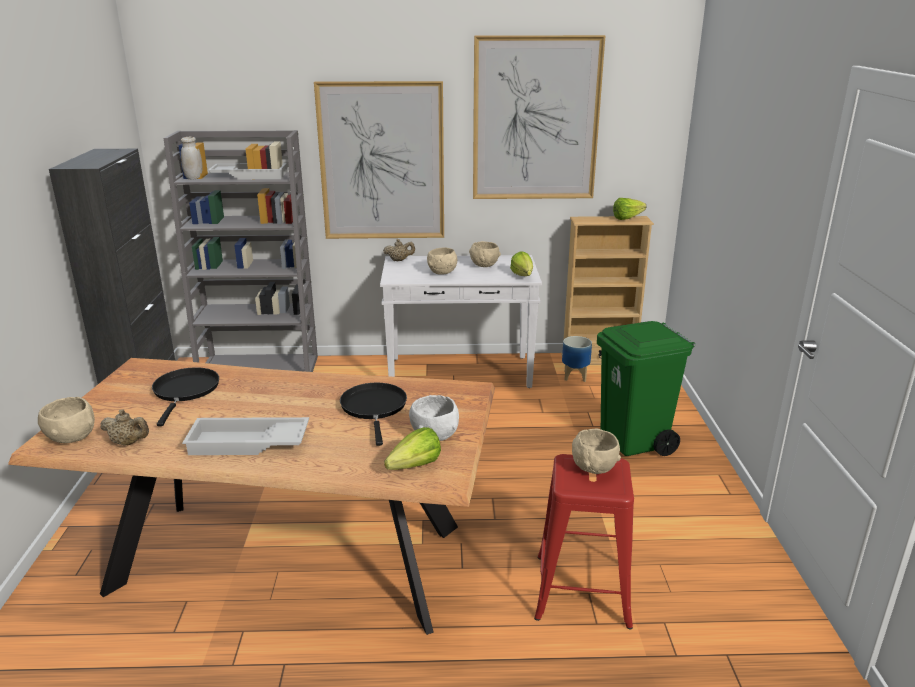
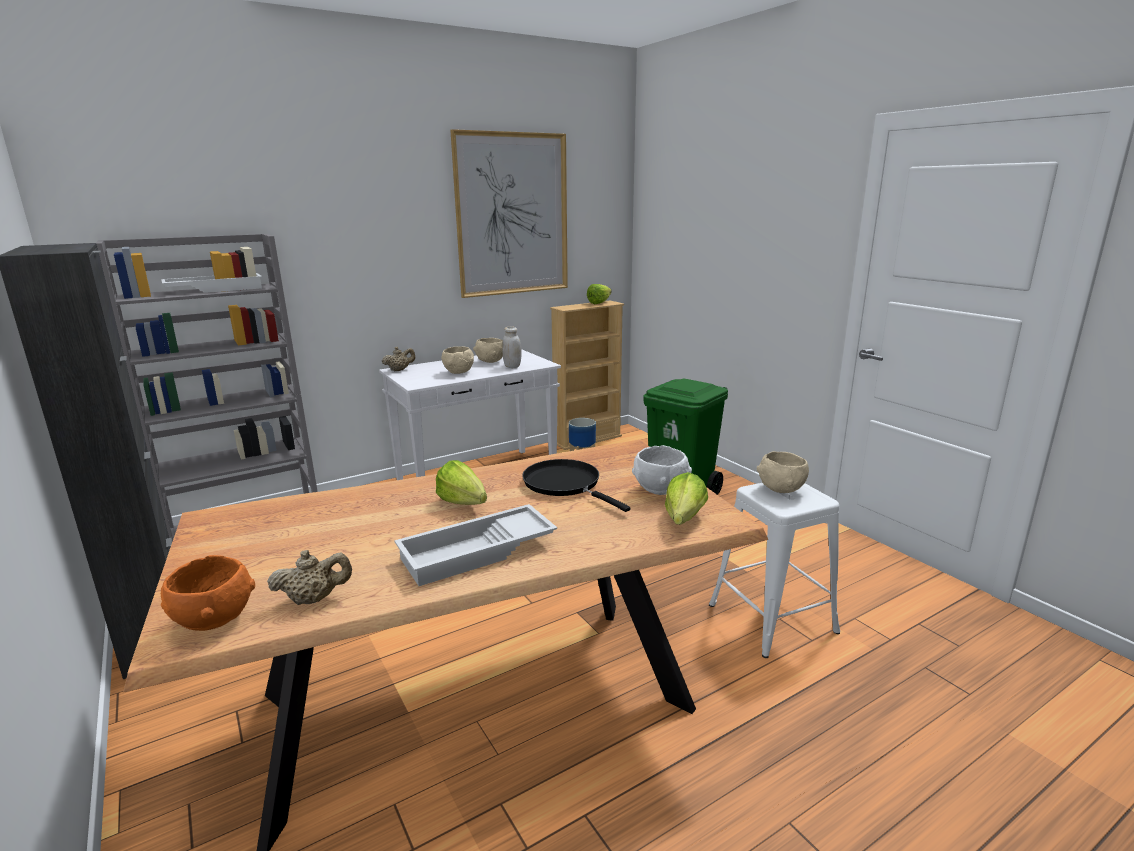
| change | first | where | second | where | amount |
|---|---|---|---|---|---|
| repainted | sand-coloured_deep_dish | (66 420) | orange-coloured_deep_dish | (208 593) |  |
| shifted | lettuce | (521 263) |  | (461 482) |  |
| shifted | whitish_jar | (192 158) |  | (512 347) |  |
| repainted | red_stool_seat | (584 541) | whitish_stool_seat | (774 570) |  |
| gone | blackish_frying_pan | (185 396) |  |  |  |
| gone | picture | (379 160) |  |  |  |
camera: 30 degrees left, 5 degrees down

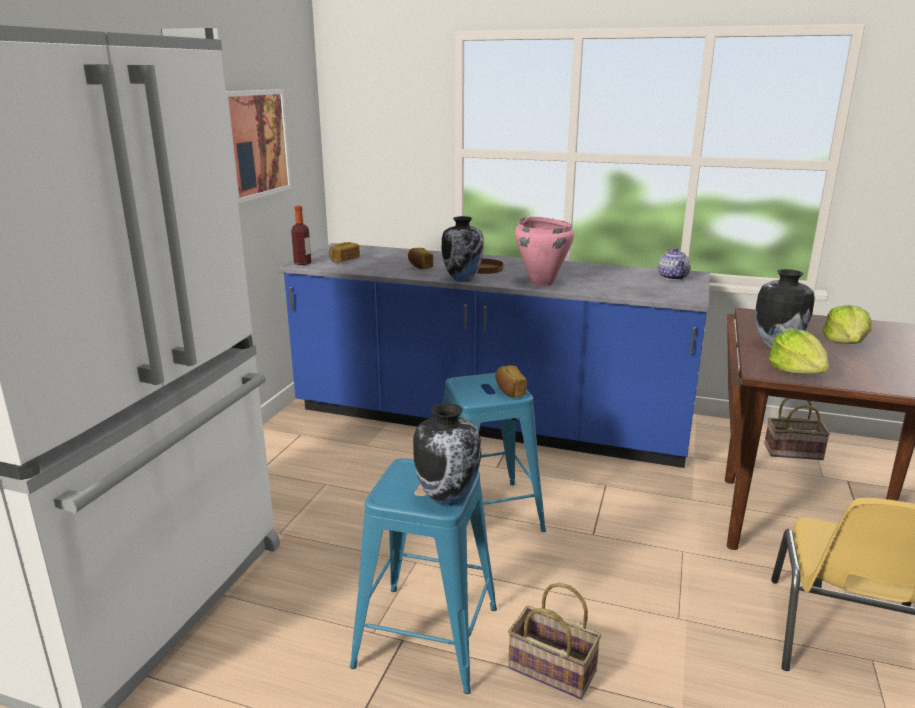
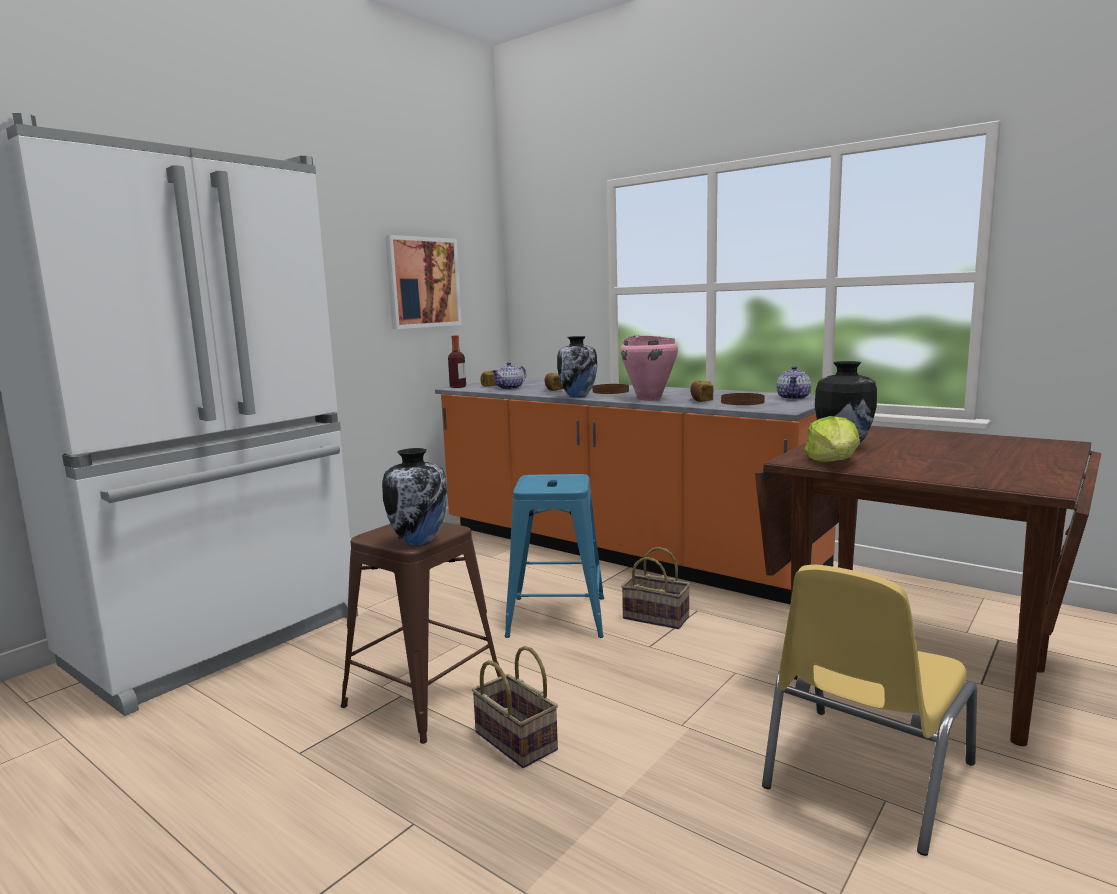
| change | first | where | second | where | amount |
|---|---|---|---|---|---|
| repainted | blue-coloured_stool_seat | (423 576) | brown_stool_seat | (421 633) |  |
| repainted | blue-coloured_kitchen_base_unit | (494 355) | orange-coloured_kitchen_base_unit | (635 492) |  |
| new |  |  | pot_for_tea | (509 376) |  |
| shifted | household_basket | (797 429) |  | (655 588) |  |
| shifted | bakery_bread | (511 381) |  | (701 391) |  |
| new |  |  | brown_flat_dish | (743 399) |  |
| gone | lettuce | (846 324) |  |  |  |
camera: 20 degrees right, 10 degrees down

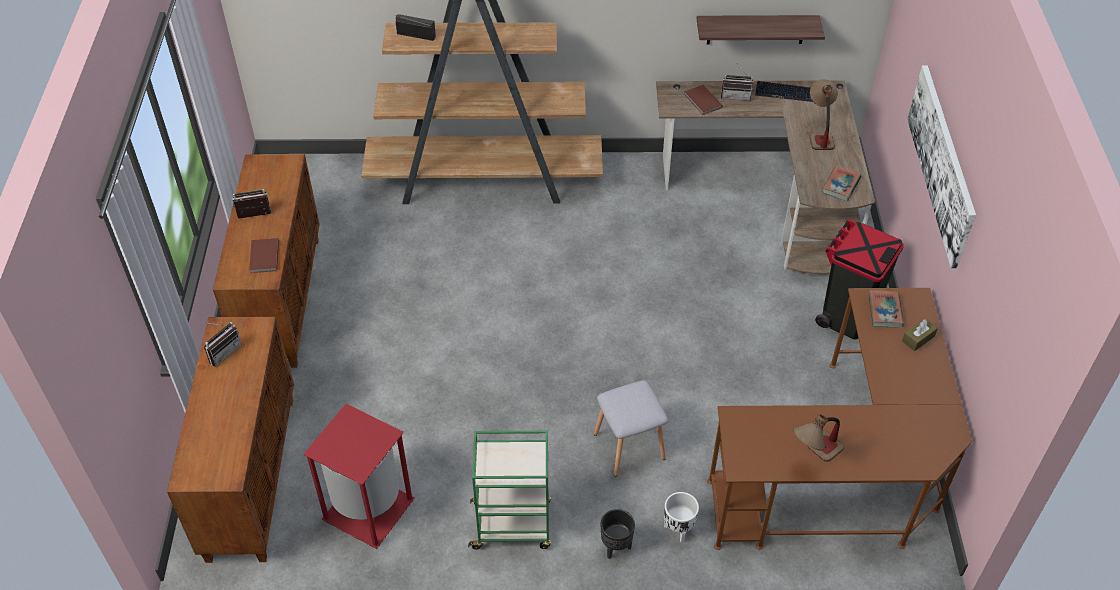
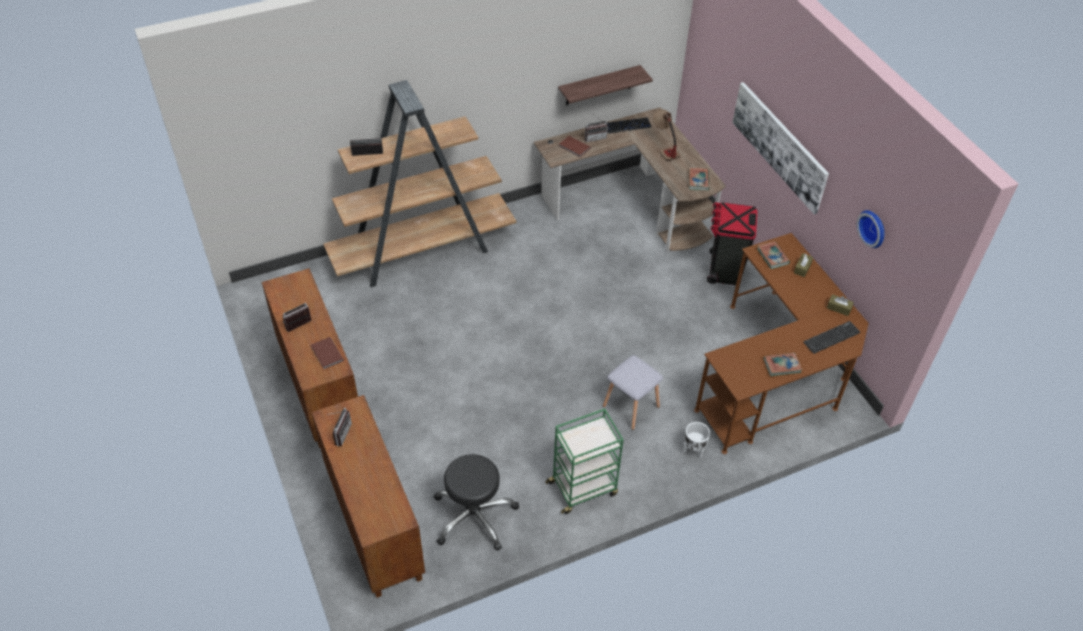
| change | first | where | second | where | amount |
|---|---|---|---|---|---|
| swapped | red_waste_bin | (359 476) | blackish_stool_seat | (476 502) |  |
| swapped | lamp_for_a_table | (818 438) | book | (783 364) |  |
| new |  |  | PC_keyboard | (831 337) |  |
| new |  |  | brown_tissue_box | (840 305) |  |
| new |  |  | wall_clock | (871 229) |  |
| gone | blackish_plant_pot | (618 534) |  |  |  |
camera: 25 degrees left, 0 degrees up

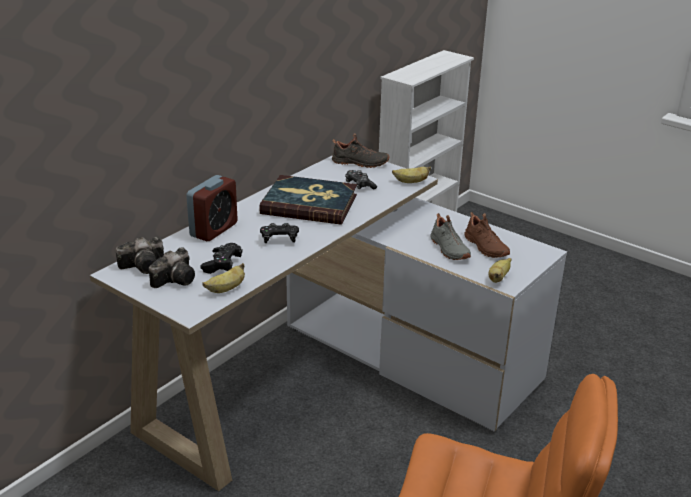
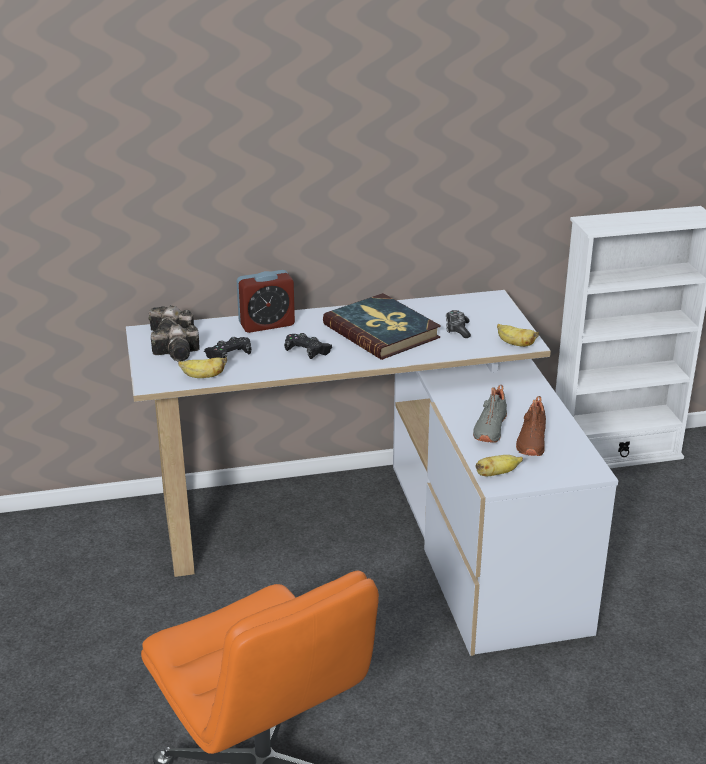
| change | first | where | second | where | amount |
|---|---|---|---|---|---|
| gone | blackish_low_shoe | (361 150) |  |  |  |
camera: 40 degrees right, 0 degrees up

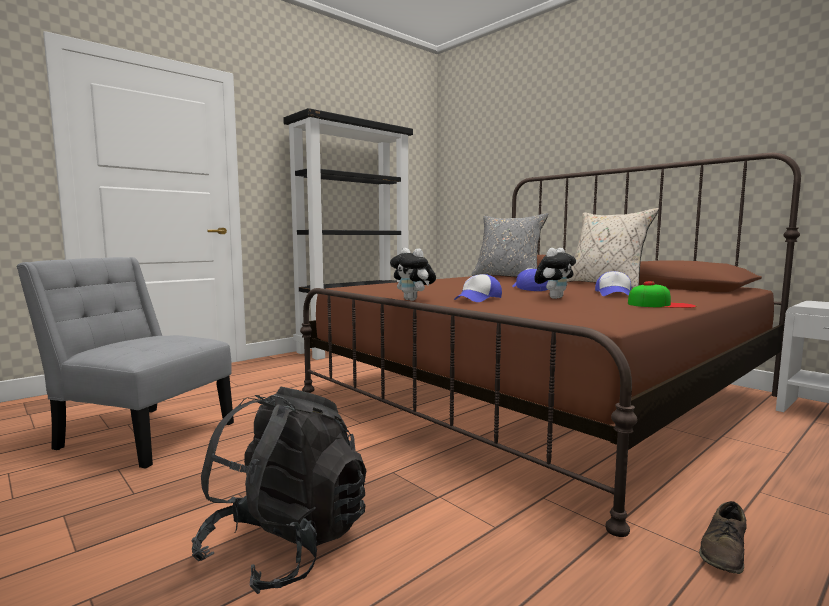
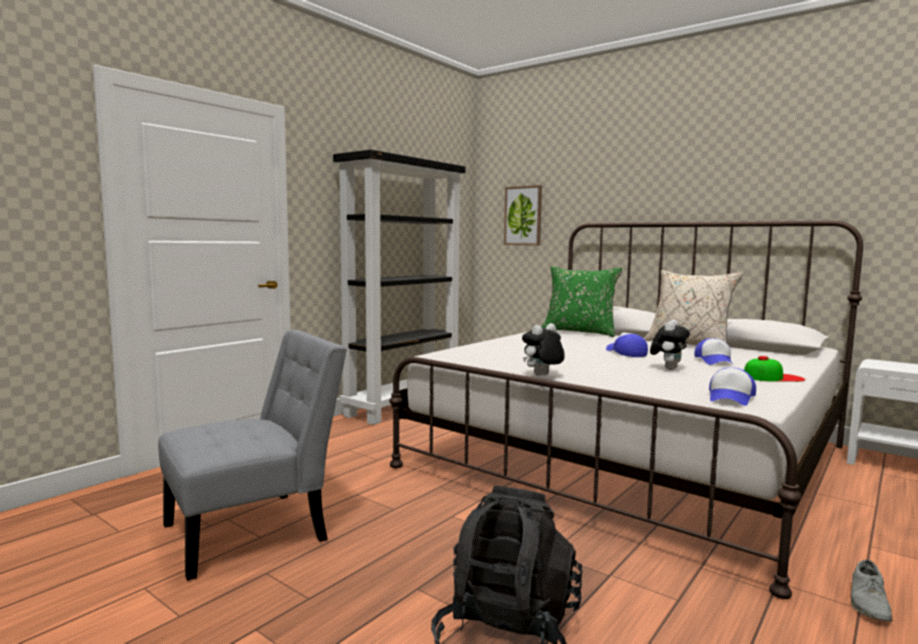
| change | first | where | second | where | amount |
|---|---|---|---|---|---|
| rotated | greyish_plain_chair | (125 363) |  | (252 455) | 135 degrees clockwise |
| repainted | brown_bedroom_bed | (550 345) | whitish_bedroom_bed | (626 410) |  |
| new |  |  | picture | (523 215) |  |
| rotated | soft_toy | (413 274) |  | (543 349) | 105 degrees clockwise |
| repainted | greyish_pillow | (510 245) | green-coloured_pillow | (582 301) |  |
| shifted | baseball_cap | (478 288) |  | (732 386) |  |
| repainted | brown_low_shoe | (723 537) | greyish_low_shoe | (871 590) |  |
camera: 10 degrees left, 0 degrees up

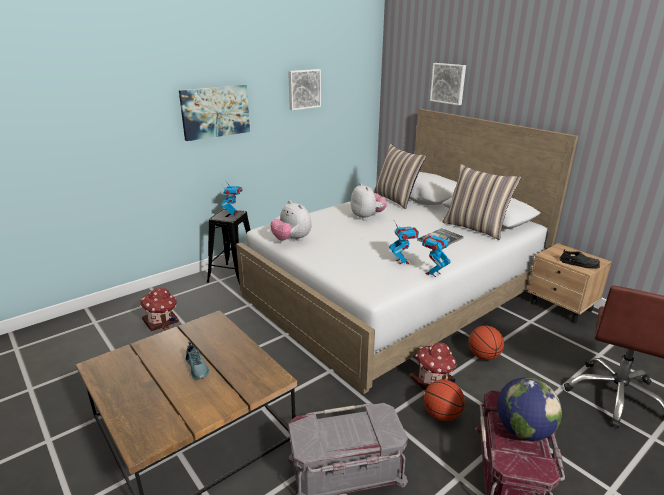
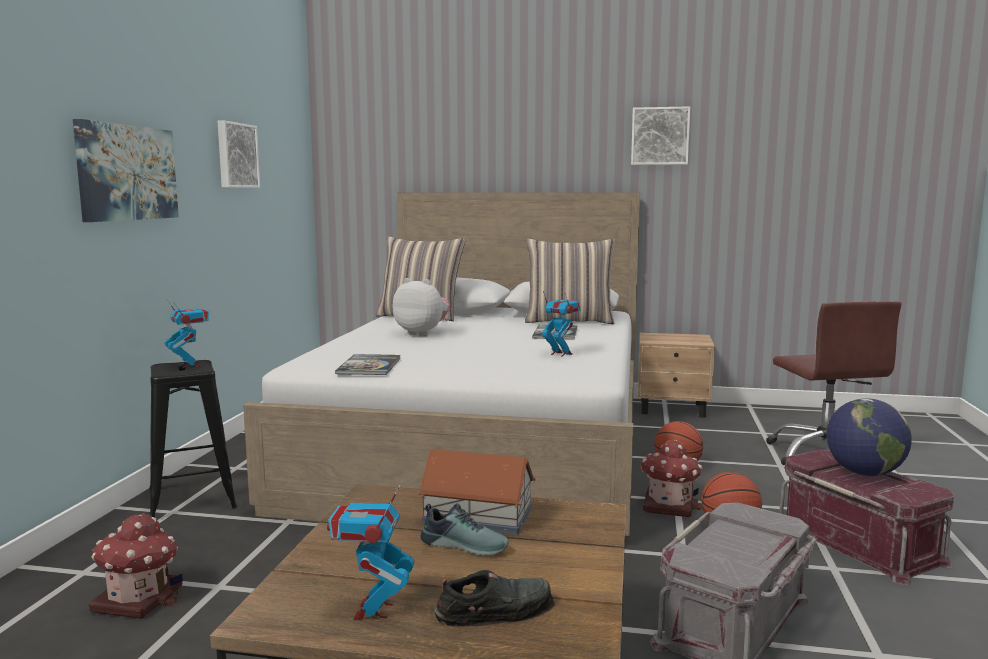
| change | first | where | second | where | amount |
|---|---|---|---|---|---|
| shifted | model_robot | (437 255) |  | (370 551) |  |
| swapped | soft_toy | (291 221) | book | (368 364) |  |
| new |  |  | toy_house | (477 492) |  |
| shifted | blackish_low_shoe | (579 259) |  | (495 598) |  |
| shifted | picture | (448 84) |  | (660 135) |  |
camera: 40 degrees left, 15 degrees down

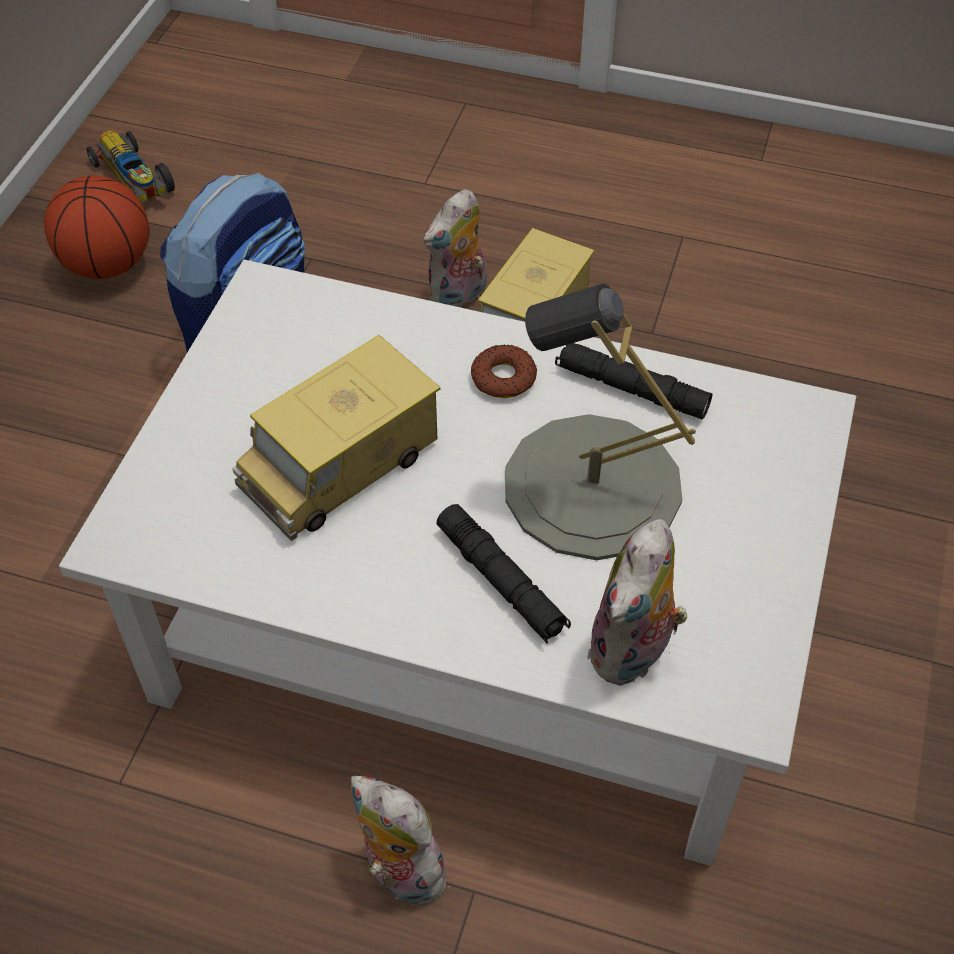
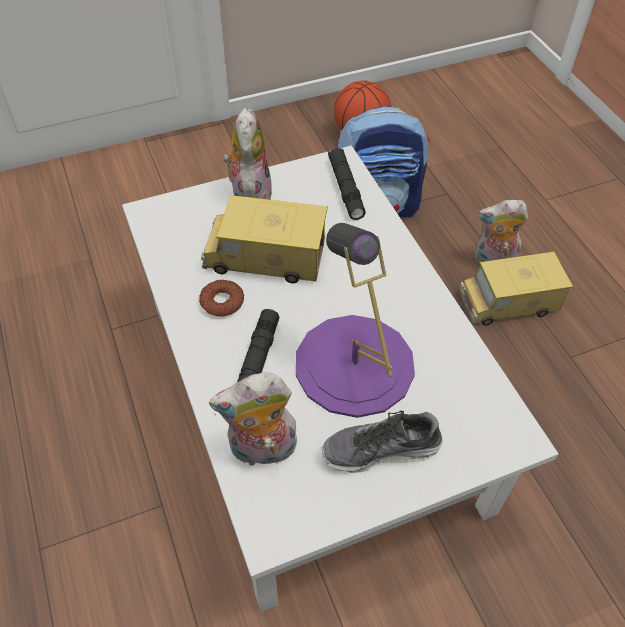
| change | first | where | second | where | amount |
|---|---|---|---|---|---|
| shifted | donut | (504 371) |  | (221 298) |  |
| shifted | soft_toy | (400 840) |  | (247 153) |  |
| repainted | greyish_lamp_for_a_table | (600 422) | purplish_lamp_for_a_table | (355 320) |  |
| new |  |  | low_shoe | (382 442) |  |
| shifted | blackish_flashlight | (634 381) |  | (347 184) |  |
| gone | model_car | (131 167) |  |  |  |
camera: 50 degrees right, 0 degrees up

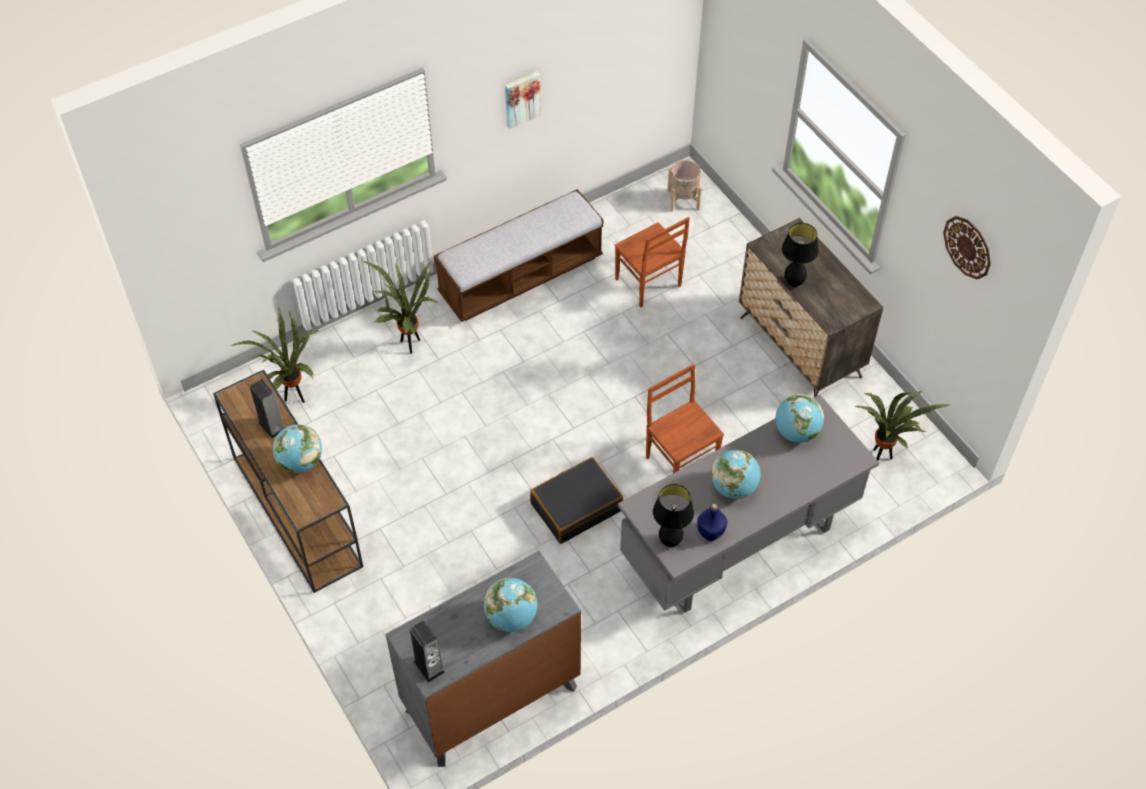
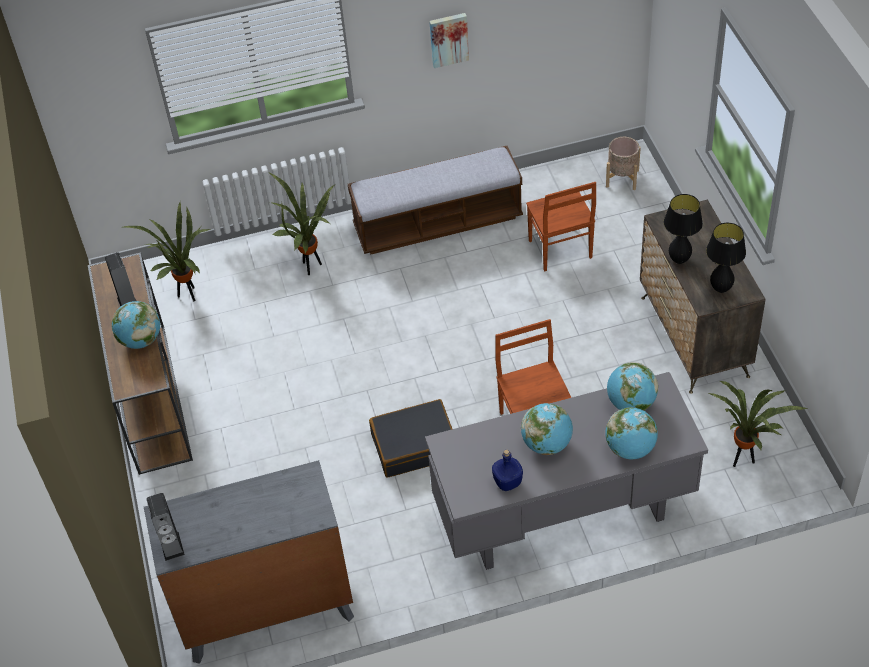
| change | first | where | second | where | amount |
|---|---|---|---|---|---|
| shifted | world_globe | (510 605) |  | (631 433) |  |
| shifted | blackish_lamp_for_a_table | (673 515) |  | (726 258) |  |
| gone | wall_clock | (967 247) |  |  |  |
camera: 20 degrees right, 5 degrees down

